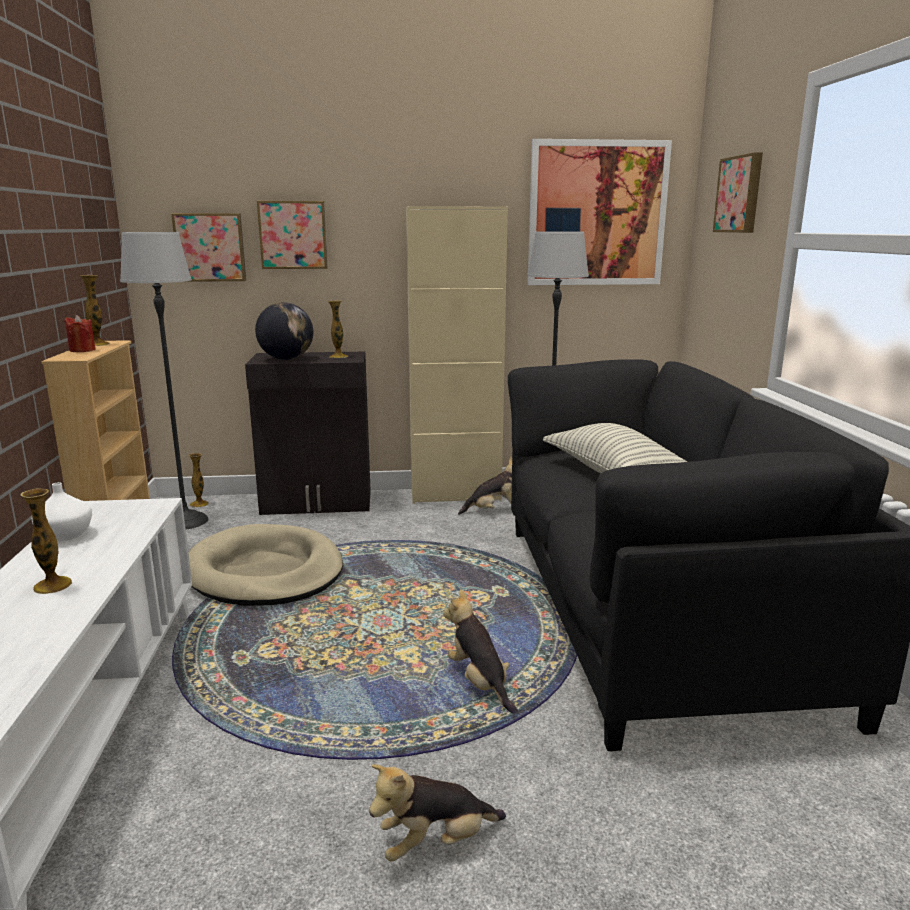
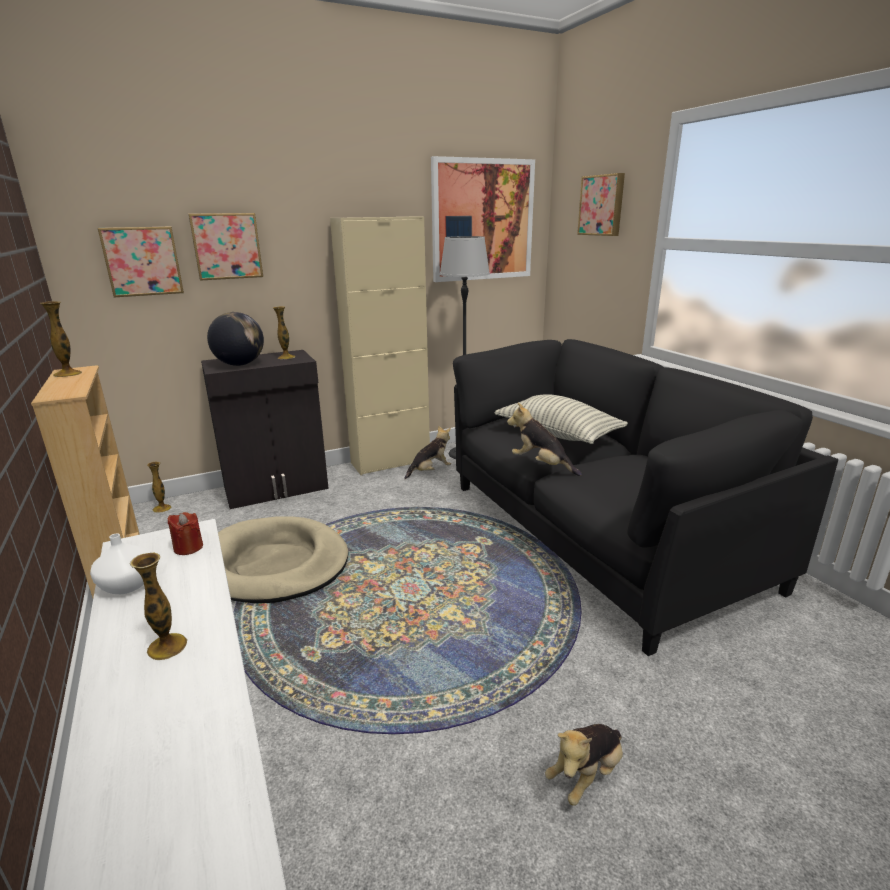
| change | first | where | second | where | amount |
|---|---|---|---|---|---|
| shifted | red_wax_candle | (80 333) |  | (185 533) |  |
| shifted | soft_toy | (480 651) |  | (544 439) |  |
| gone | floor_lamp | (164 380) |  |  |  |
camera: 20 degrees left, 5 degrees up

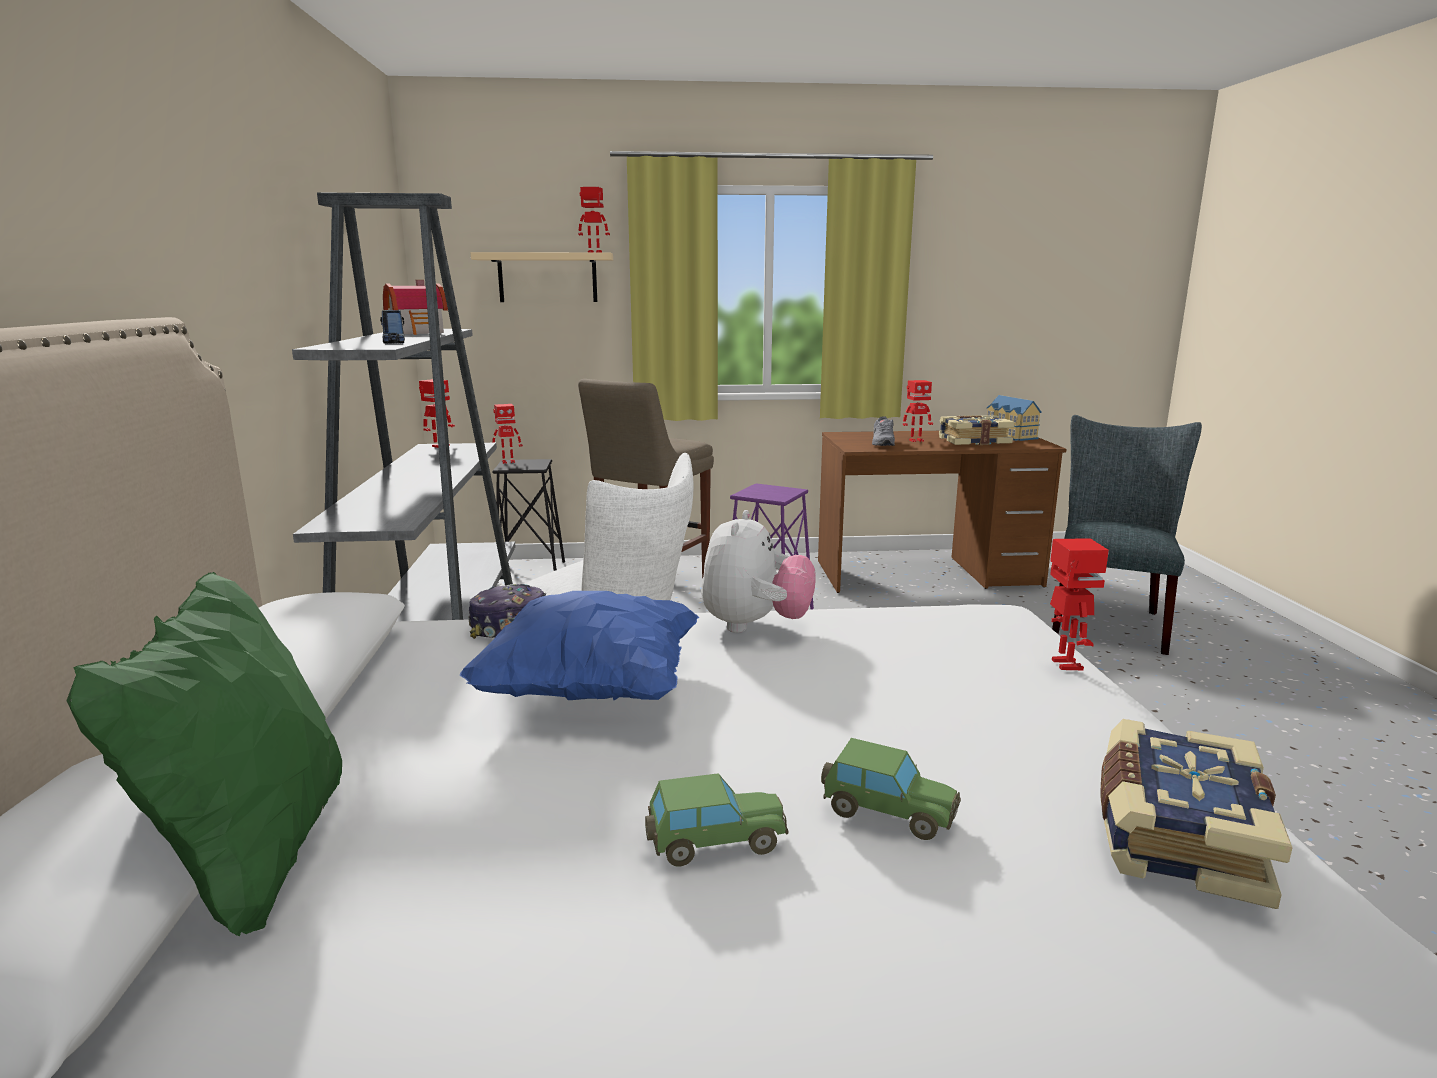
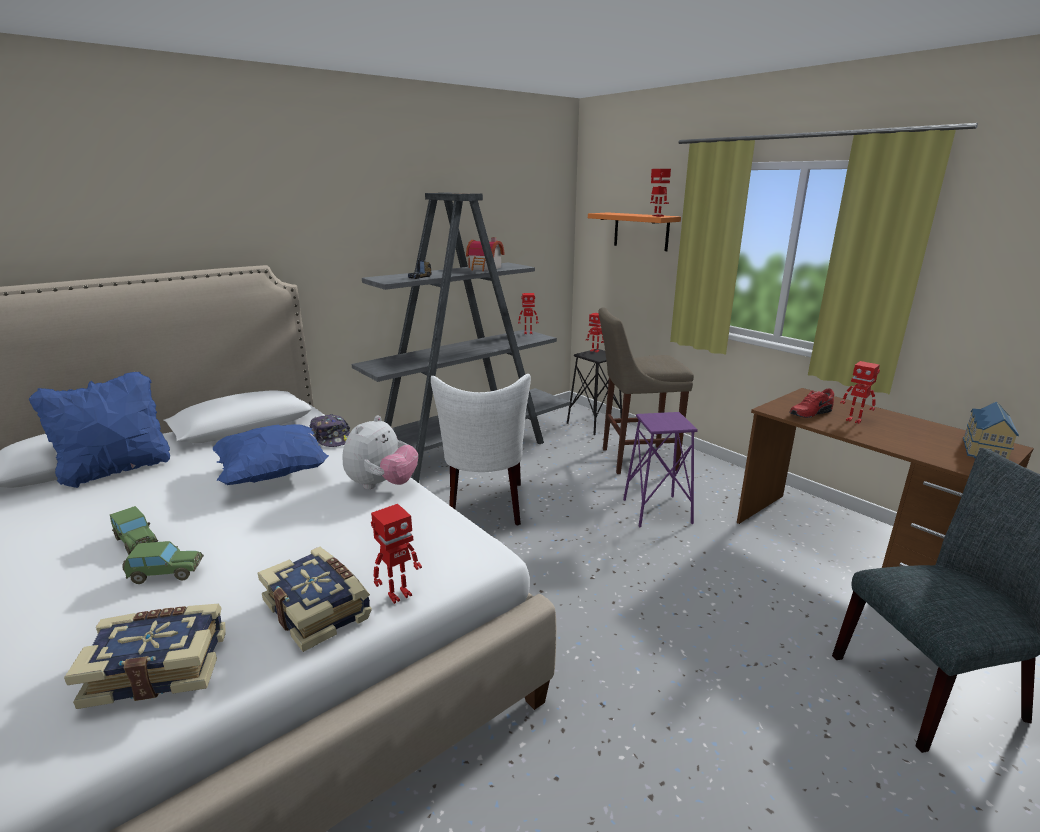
| change | first | where | second | where | amount |
|---|---|---|---|---|---|
| repainted | green-coloured_pillow | (204 754) | blue-coloured_pillow | (99 430) |  |
| rotated | model_car | (891 789) |  | (163 562) | 90 degrees counterclockwise |
| shifted | book | (977 430) |  | (315 599) |  |
| rotated | soft_toy | (758 571) |  | (380 452) | 45 degrees counterclockwise |
| repainted | sand-coloured_wall_shelf | (542 277) | orange-coloured_wall_shelf | (634 231) |  |
| repainted | greyish_low_shoe | (883 431) | red_low_shoe | (811 403) |  |
camera: 55 degrees right, 5 degrees up

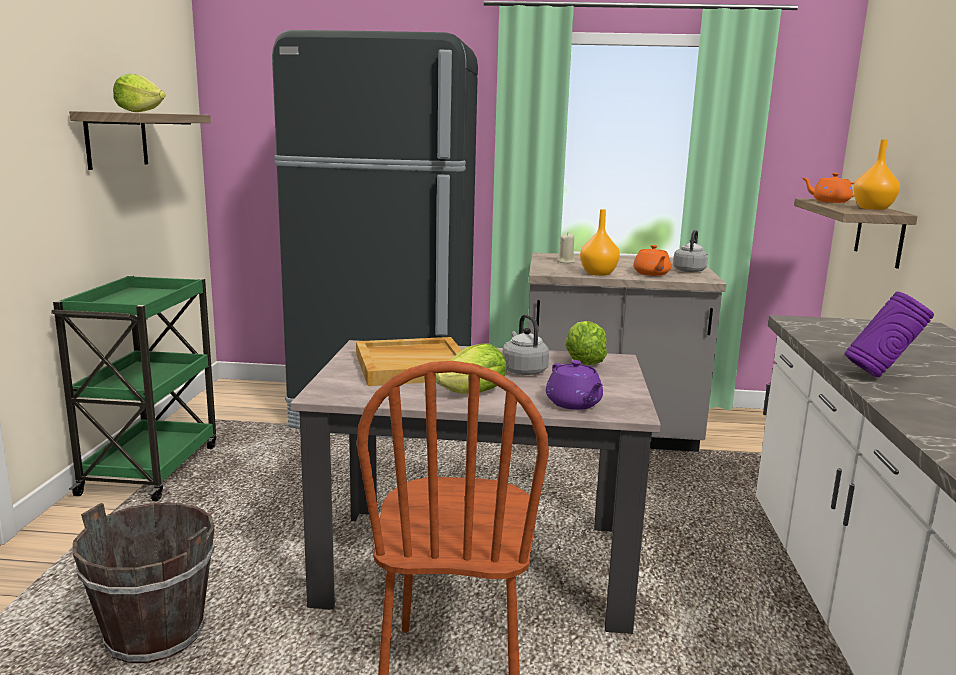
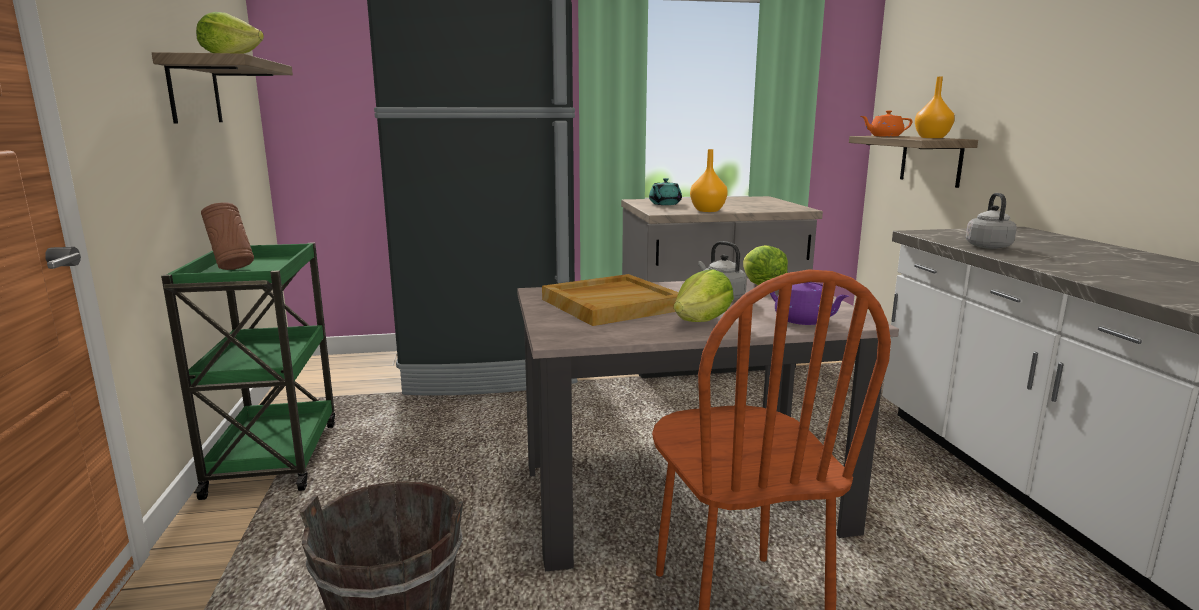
| change | first | where | second | where | amount |
|---|---|---|---|---|---|
| new |  |  | brown_flower_vase | (227 236) |  |
| swapped | sand-coloured_wax_candle | (566 248) | turquoise_pot_for_tea | (665 191) |  |
| shifted | greyish_water_kettle | (690 251) |  | (991 221) |  |
| gone | orange-coloured_pot_for_tea | (652 260) |  |  |  |
| gone | purplish_flower_vase | (889 334) |  |  |  |
camera: 15 degrees left, 0 degrees up

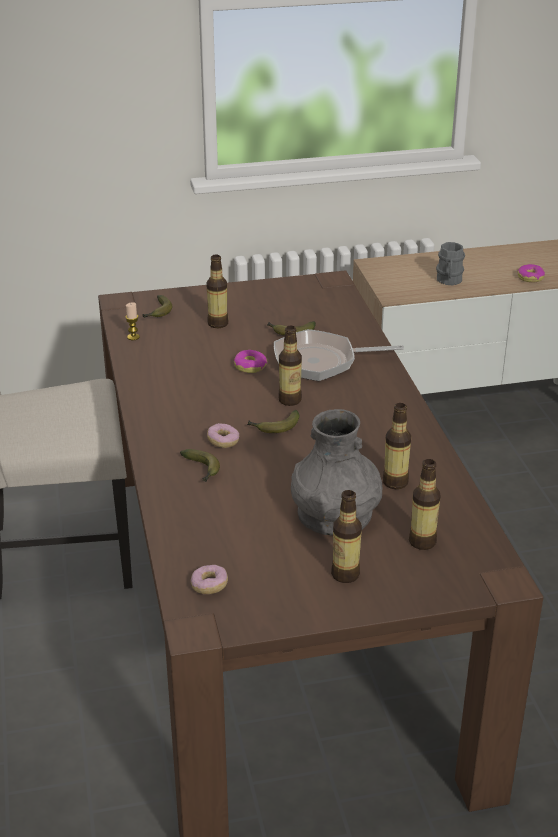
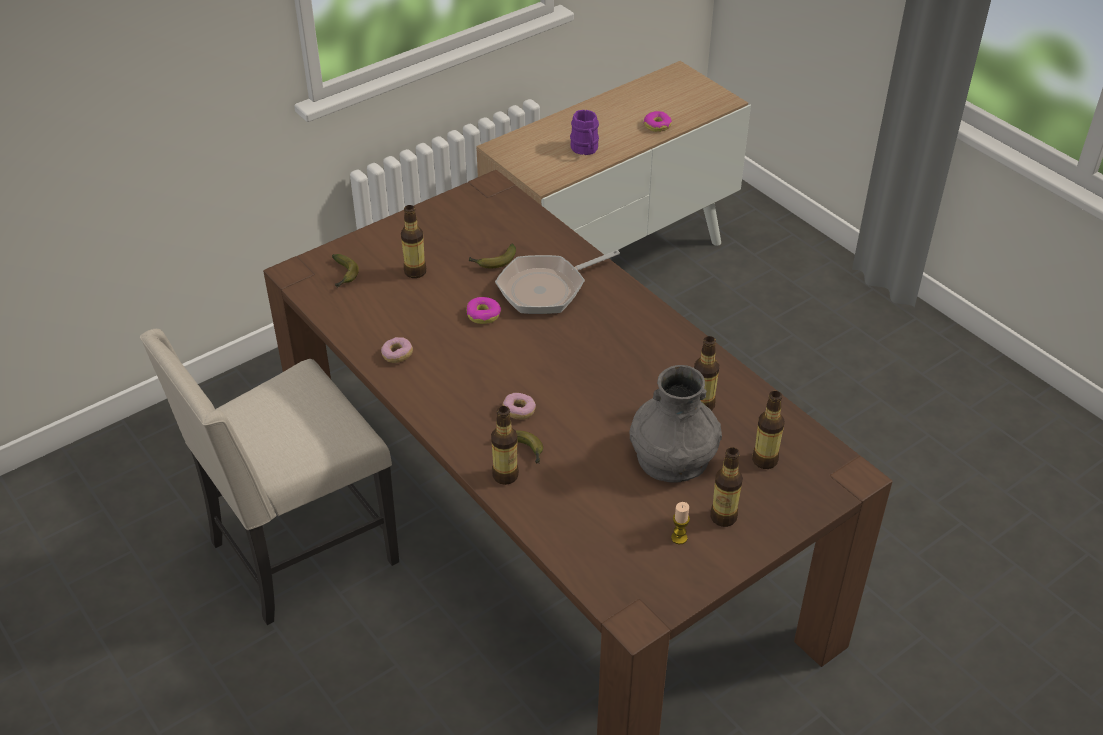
| change | first | where | second | where | amount |
|---|---|---|---|---|---|
| shifted | donut | (209 579) |  | (397 350) |  |
| shifted | bottle | (290 366) |  | (505 445) |  |
| repainted | greyish_mug | (450 264) | purplish_mug | (584 132) |  |
| shifted | wax_candle | (132 321) |  | (680 523) |  |
| gone | whole_banana | (273 421) |  |  |  |
camera: 25 degrees left, 10 degrees up

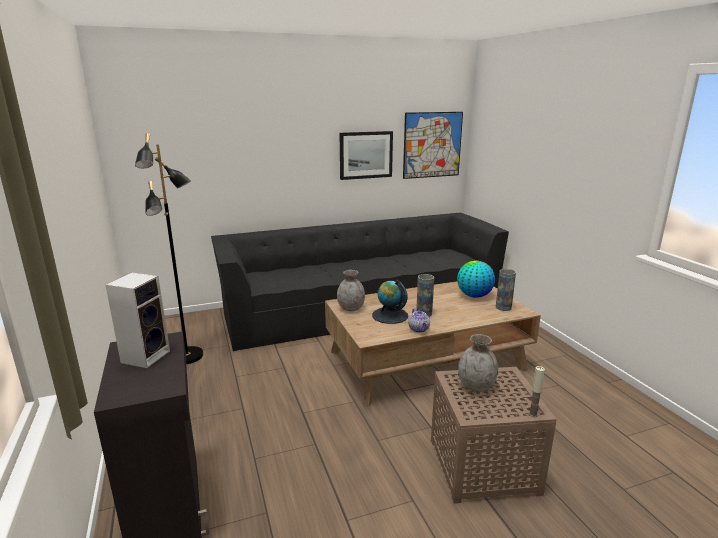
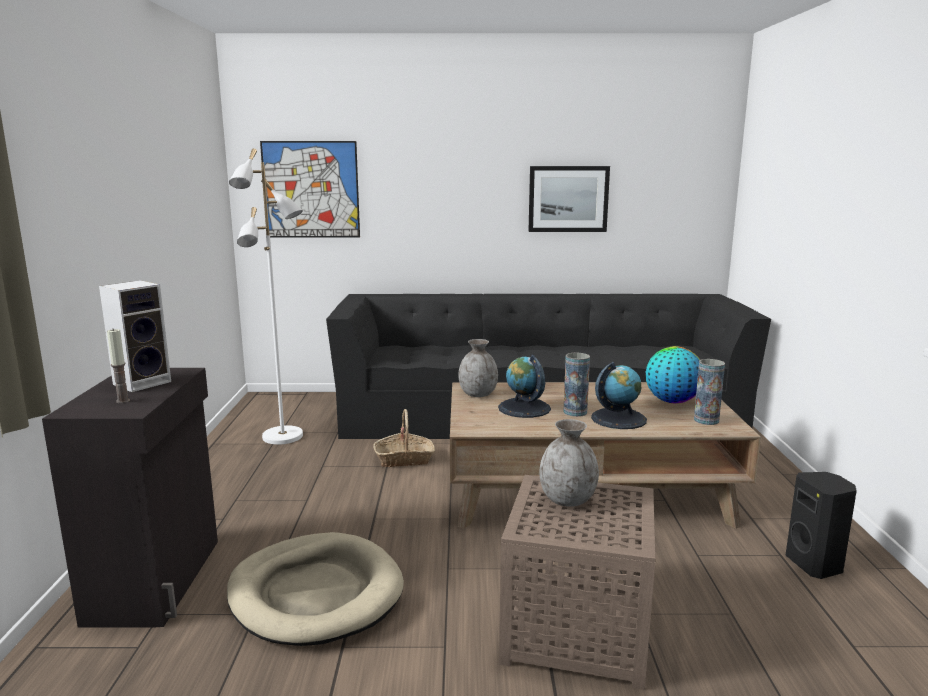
| change | first | where | second | where | amount |
|---|---|---|---|---|---|
| shifted | wax_candle | (536 391) |  | (118 366) |  |
| new |  |  | sand-coloured_dog_bed | (315 589) |  |
| repainted | blackish_floor_lamp | (169 248) | whitish_floor_lamp | (266 296) |  |
| shifted | picture | (433 145) |  | (310 189) |  |
| new |  |  | household_basket | (404 438) |  |
| new |  |  | world_globe | (619 395) |  |
| new |  |  | blackish_speaker | (821 525) |  |
| gone | pot_for_tea | (419 320) |  |  |  |
camera: 20 degrees right, 5 degrees down

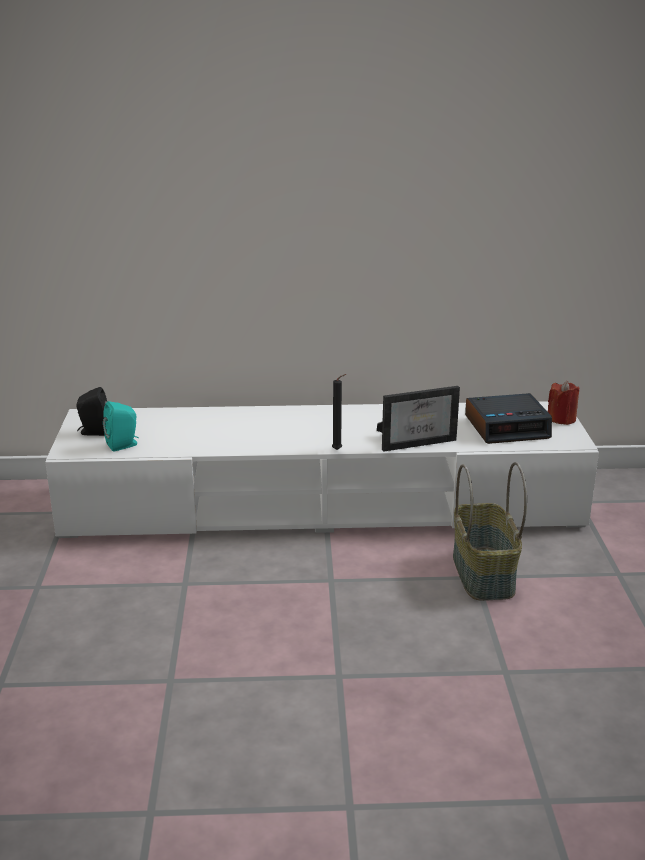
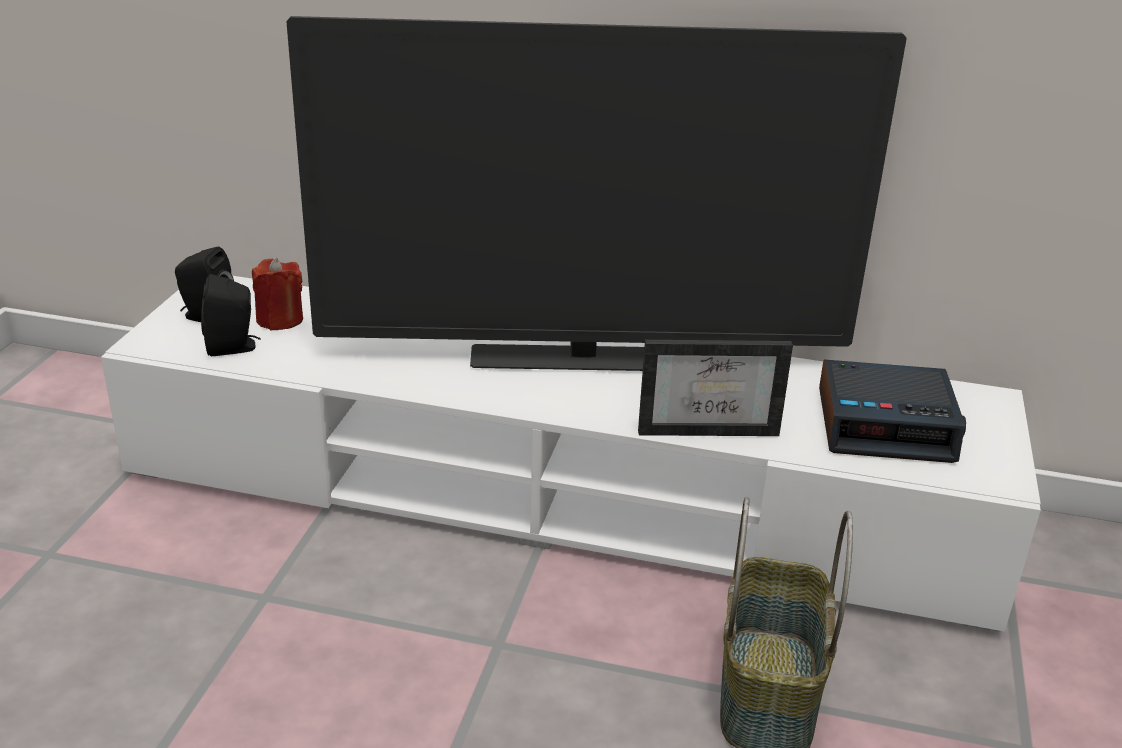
| change | first | where | second | where | amount |
|---|---|---|---|---|---|
| repainted | turquoise_speaker | (121 426) | blackish_speaker | (231 315) |  |
| shifted | red_wax_candle | (563 403) |  | (277 294) |  |
| new |  |  | TV | (596 193) |  |
| gone | blackish_wax_candle | (339 412) |  |  |  |
camera: 15 degrees right, 5 degrees up

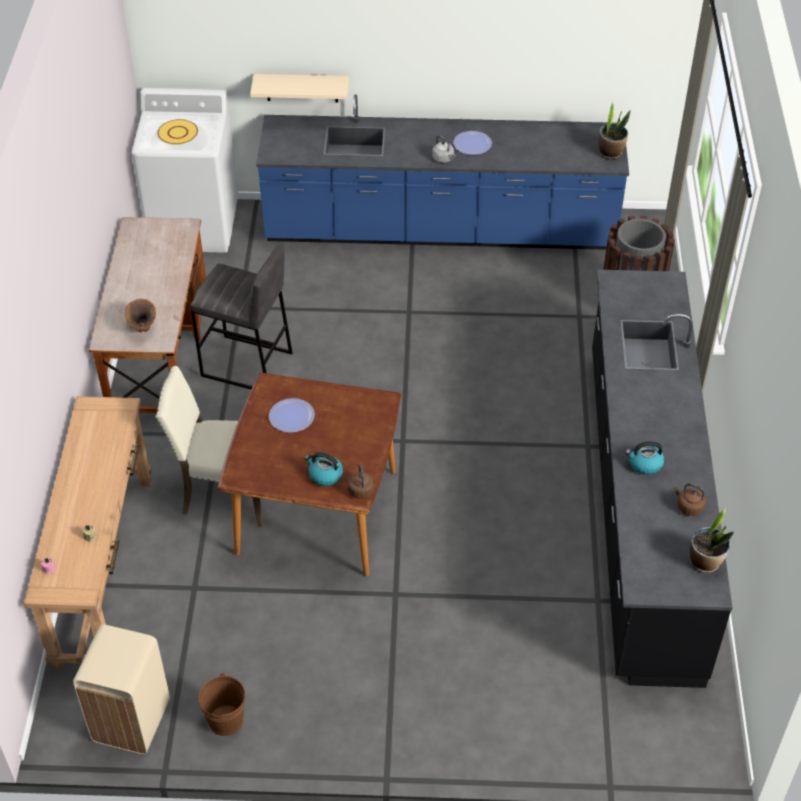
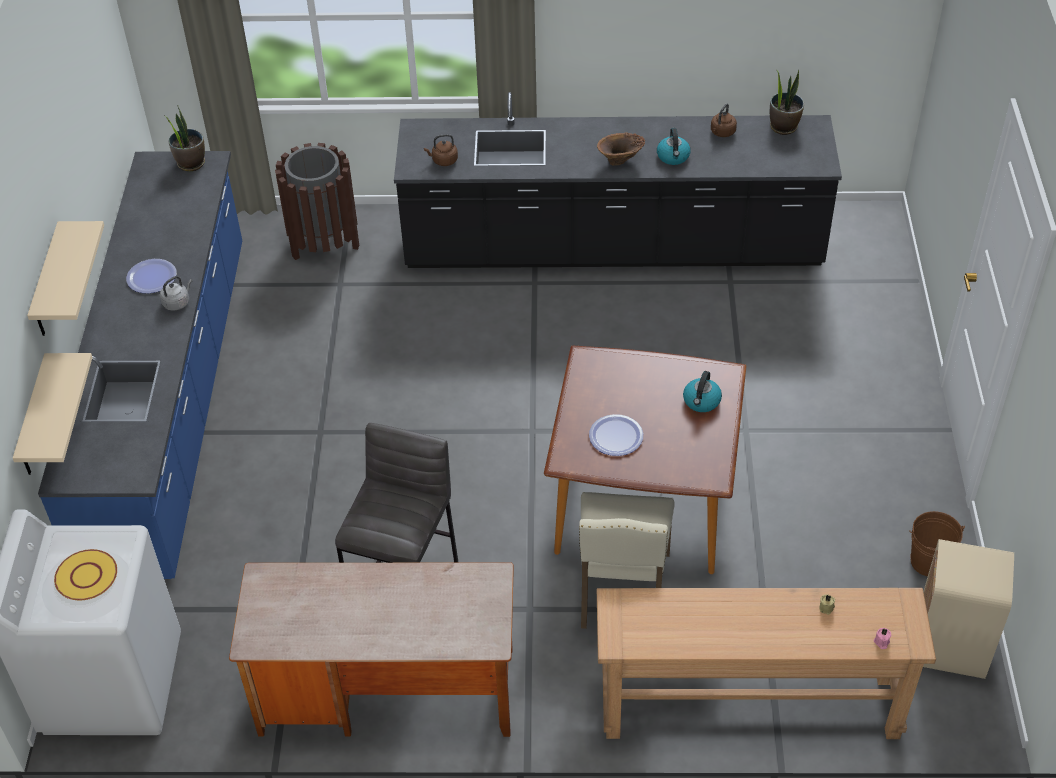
| change | first | where | second | where | amount |
|---|---|---|---|---|---|
| new |  |  | sand-coloured_wall_shelf | (65 278) |  |
| shifted | brown_water_kettle | (361 481) |  | (441 150) |  |
| shifted | brown_flower_vase | (140 315) |  | (621 149) |  |
camera: 90 degrees left, 0 degrees up

